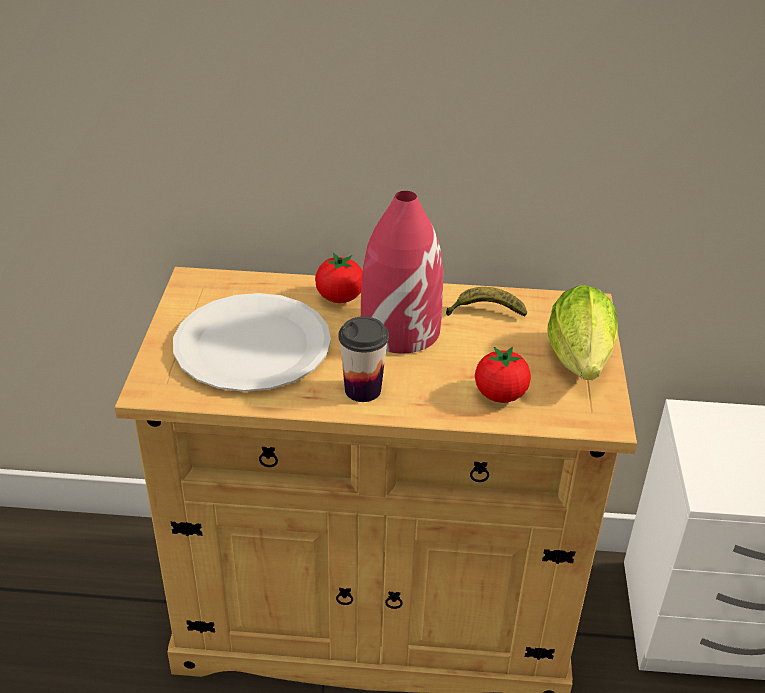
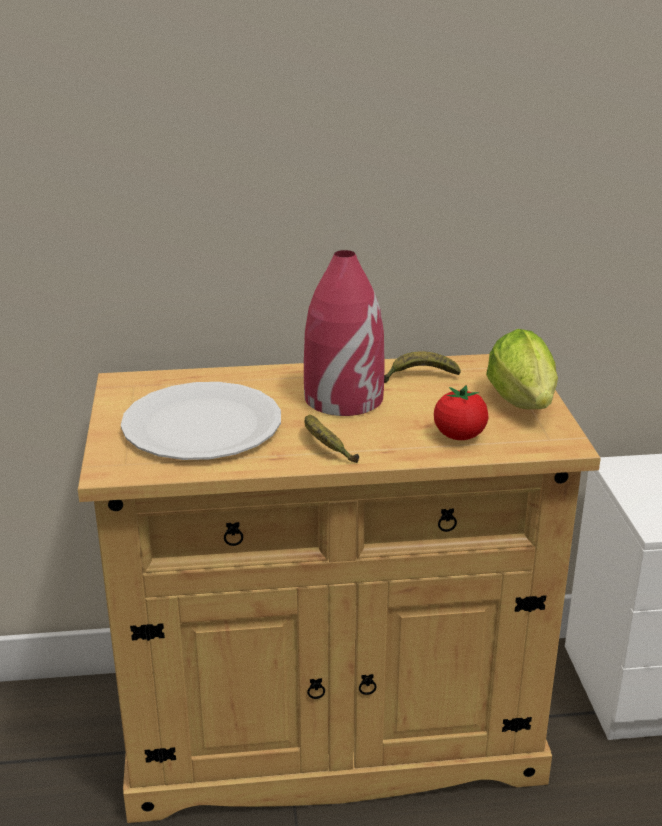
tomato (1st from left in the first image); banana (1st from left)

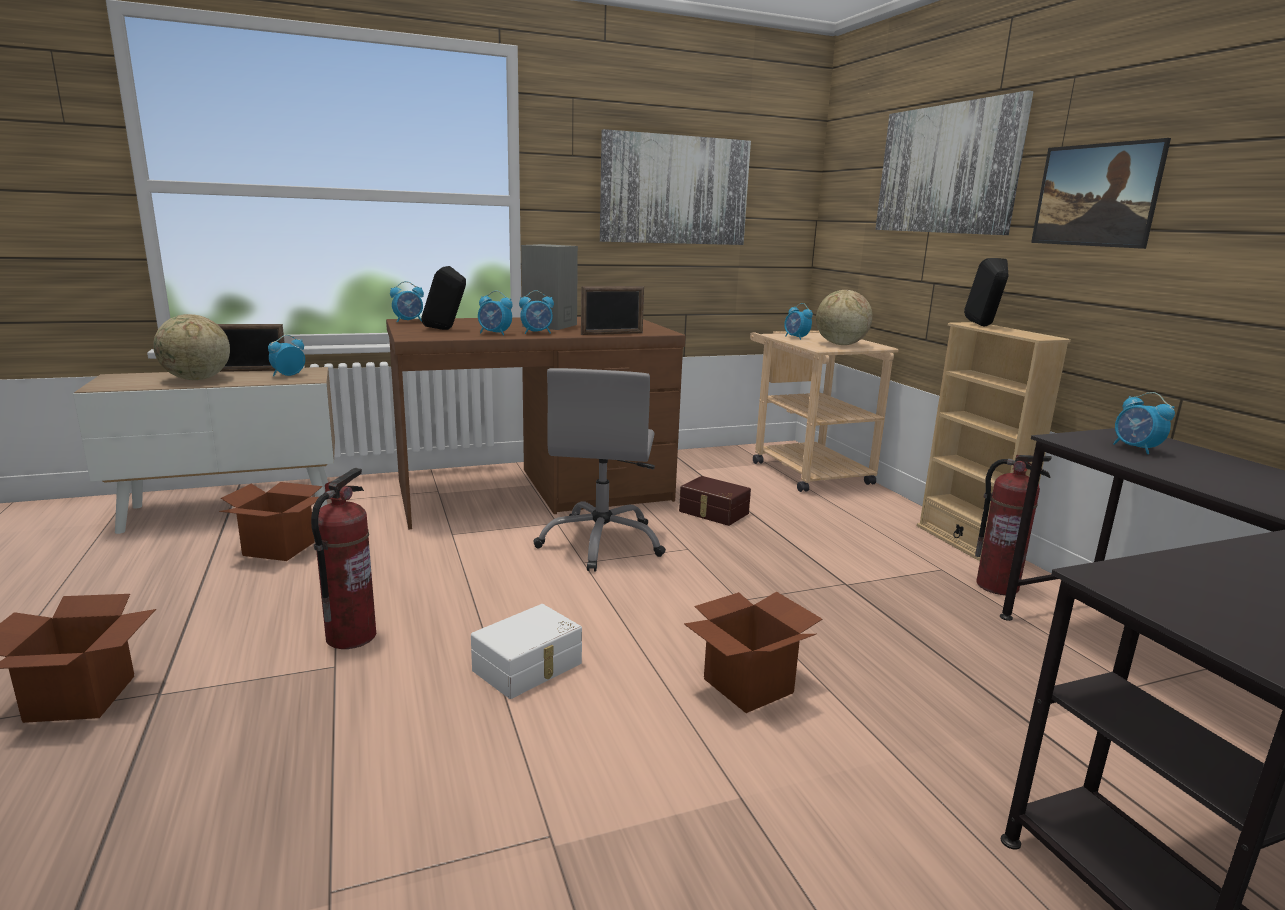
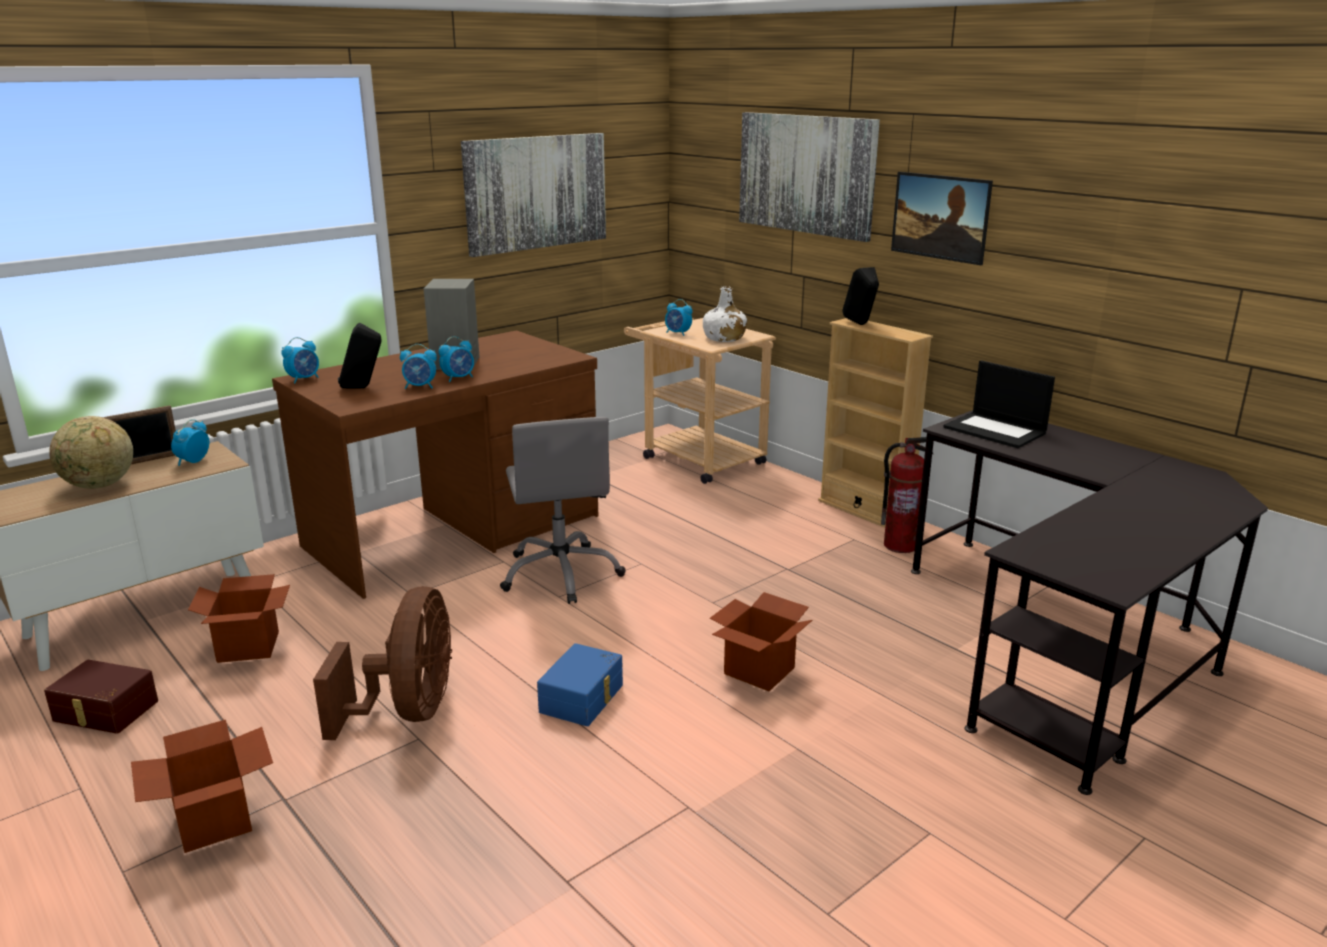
fan/brown; storage box/blue; picture frame (2nd from left in the first image); storage box/brown; bottle/white; laptop

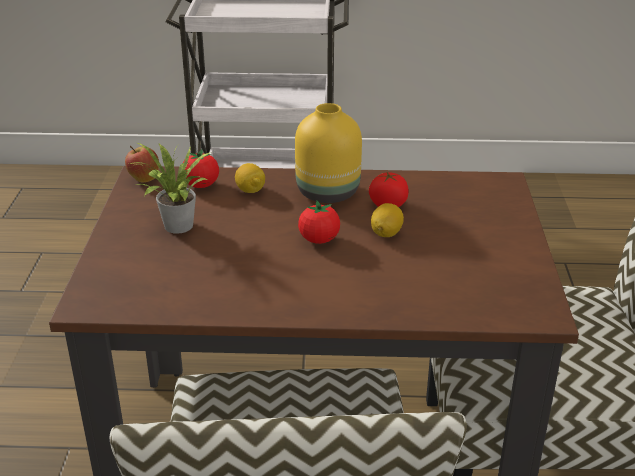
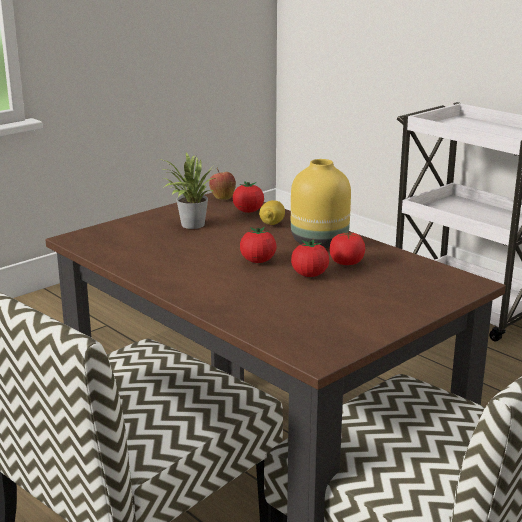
tomato (3rd from left)

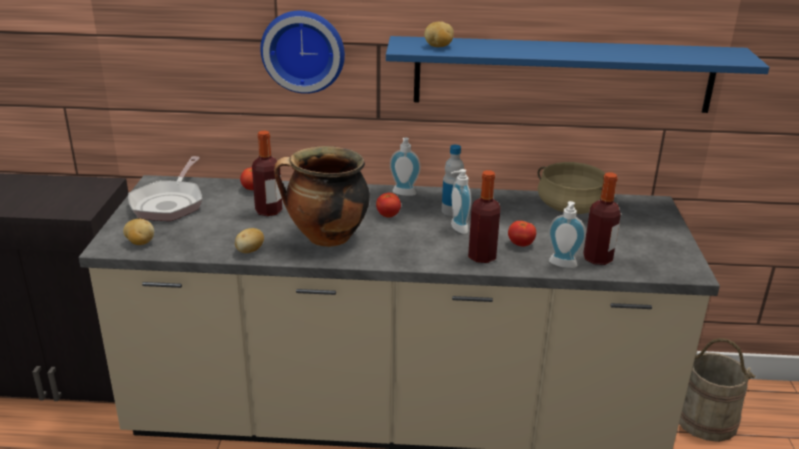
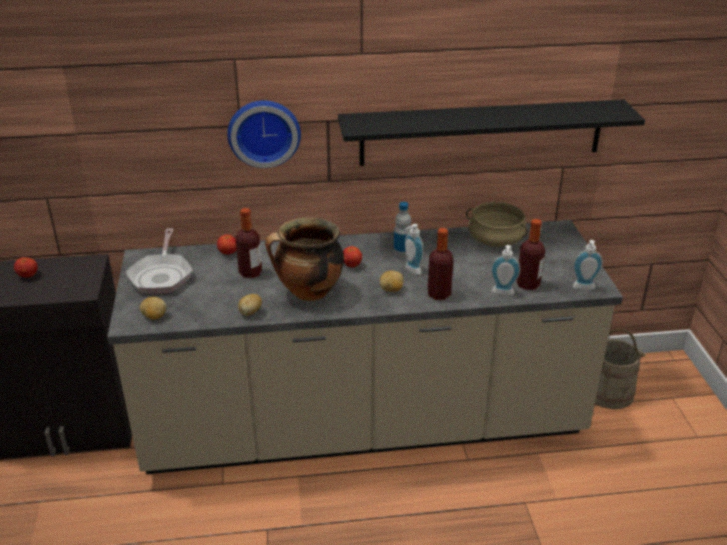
shelf/black; soap dispenser (3rd from left); potato (3rd from left); tomato (1st from left)

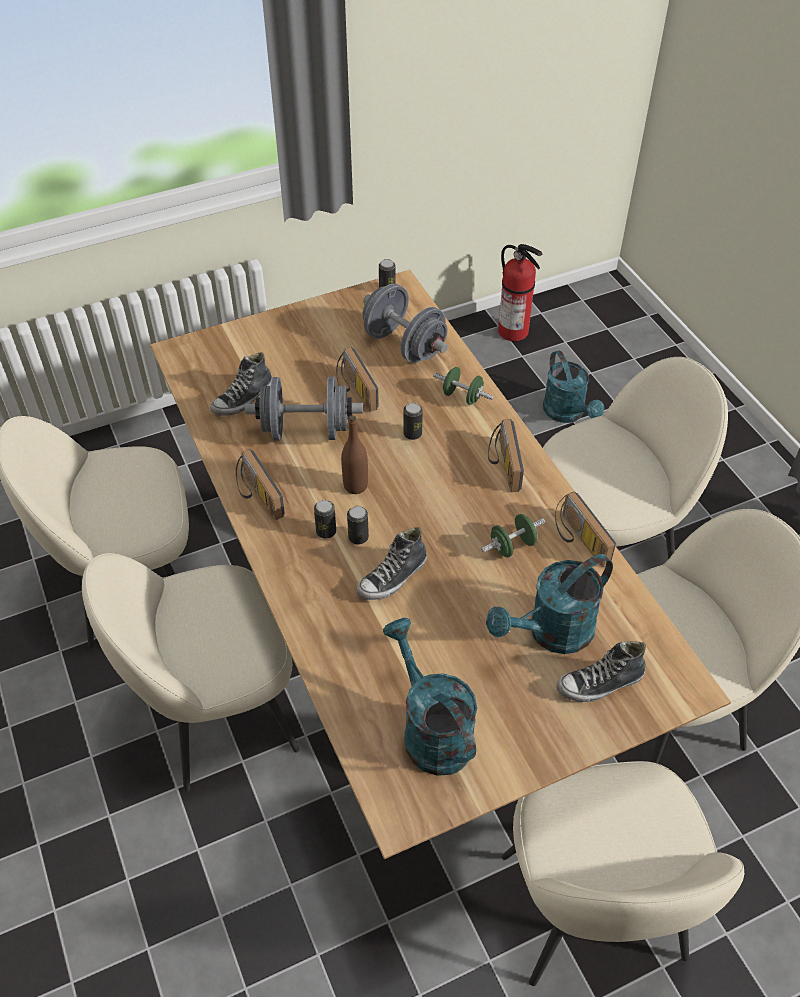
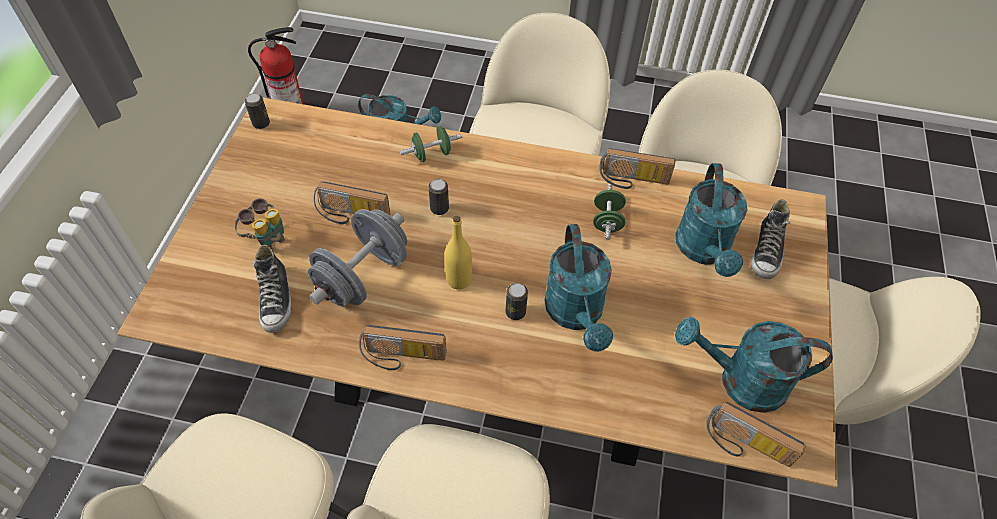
can (1st from left in the first image); bottle/yellow; watering can/turquoise (2nd from left); dumbbell/grey (2nd from left in the first image); radio (4th from left); binoculars

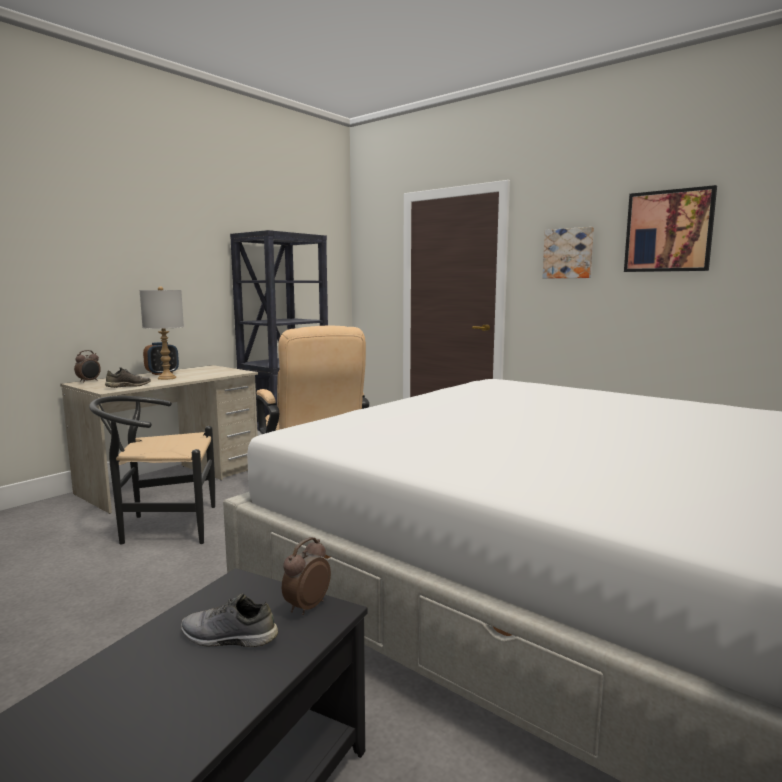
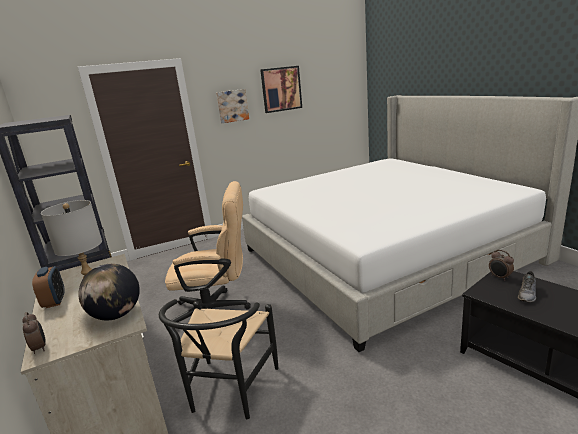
globe

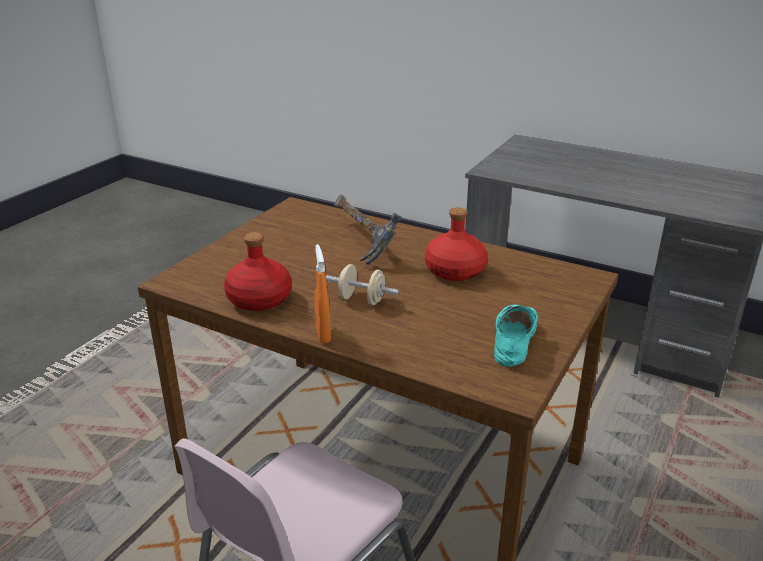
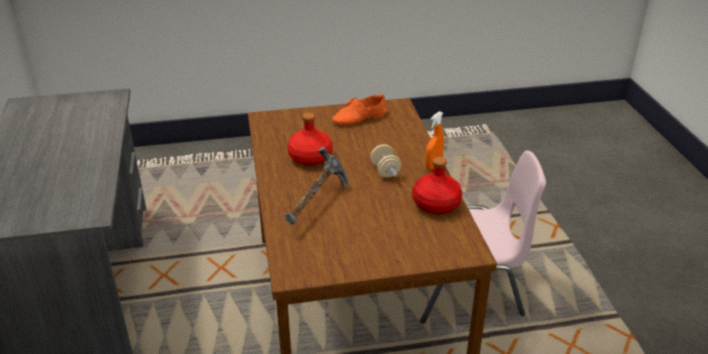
shoe/orange

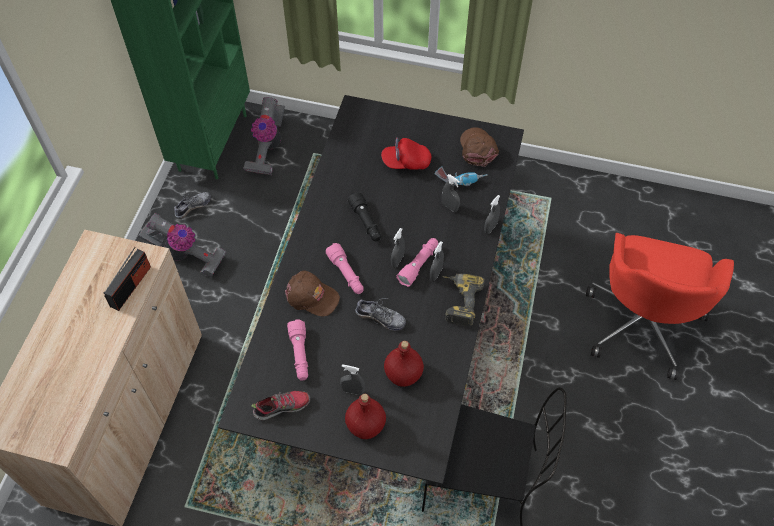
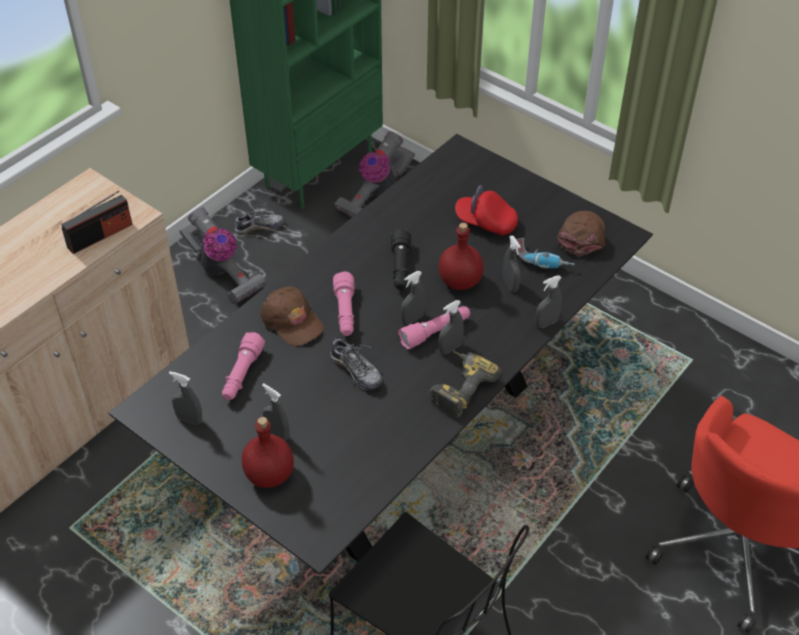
spray bottle/grey (1st from left); bottle/red (2nd from left)

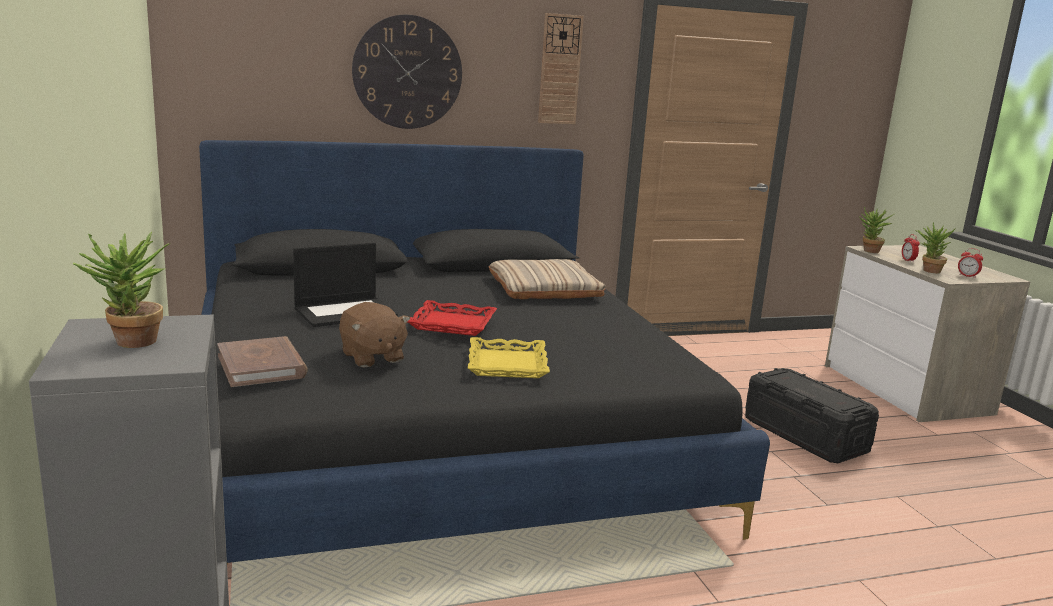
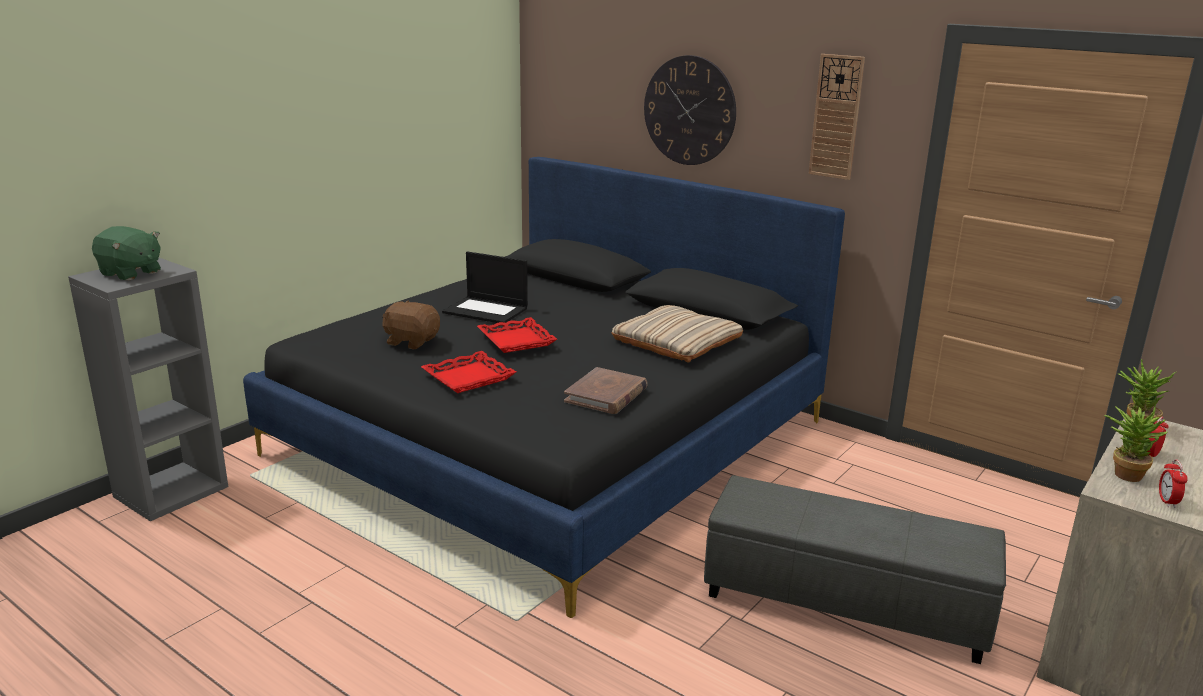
plush toy/green; book/brown; plush toy/brown; tray/red (1st from left); ottoman/grey

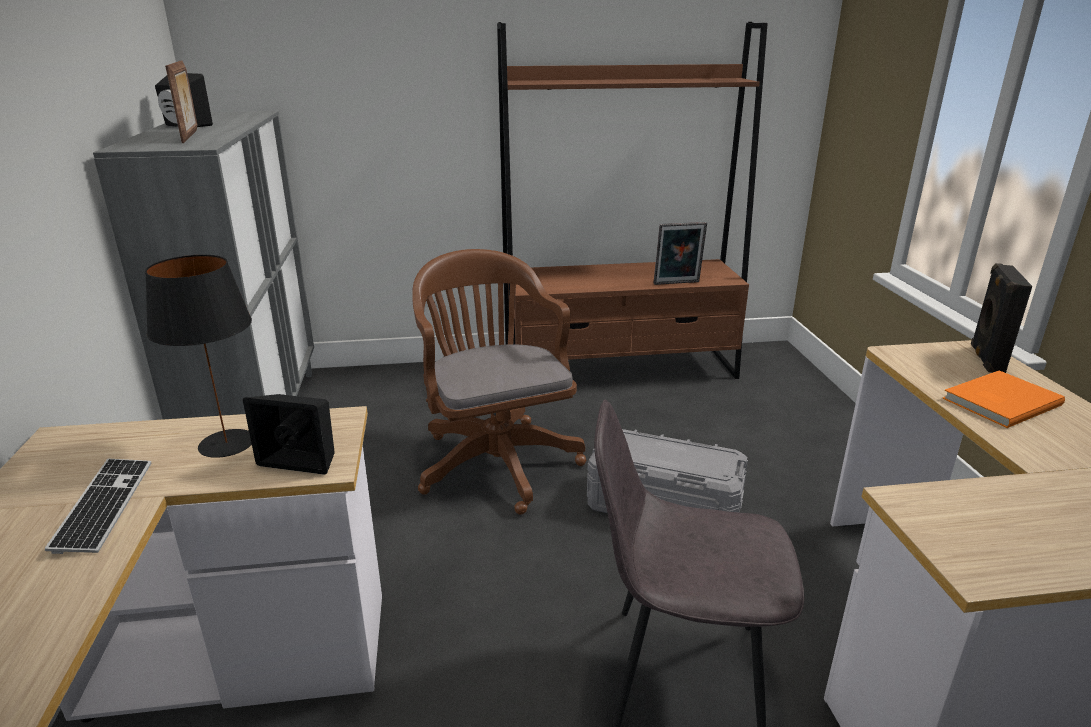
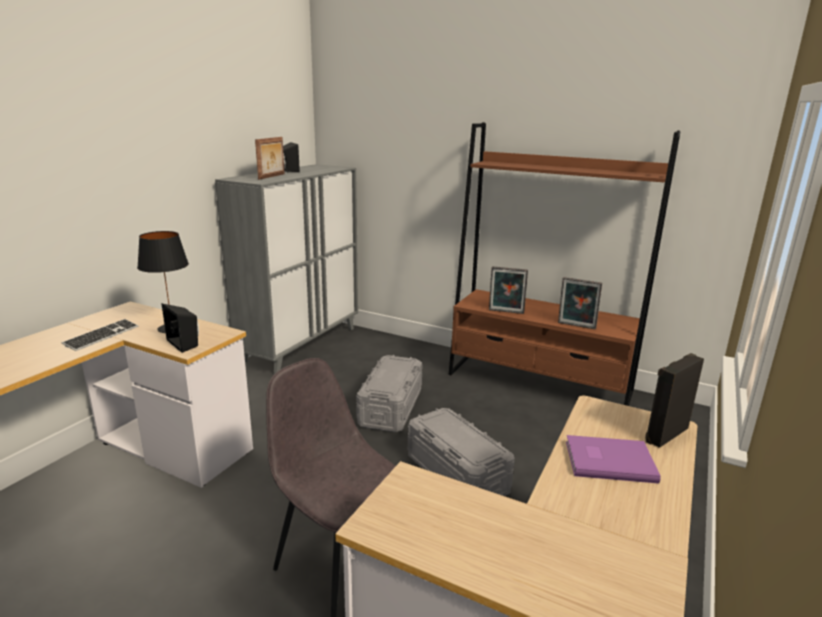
storage box/grey (1st from left); book/purple; picture frame (2nd from left)

